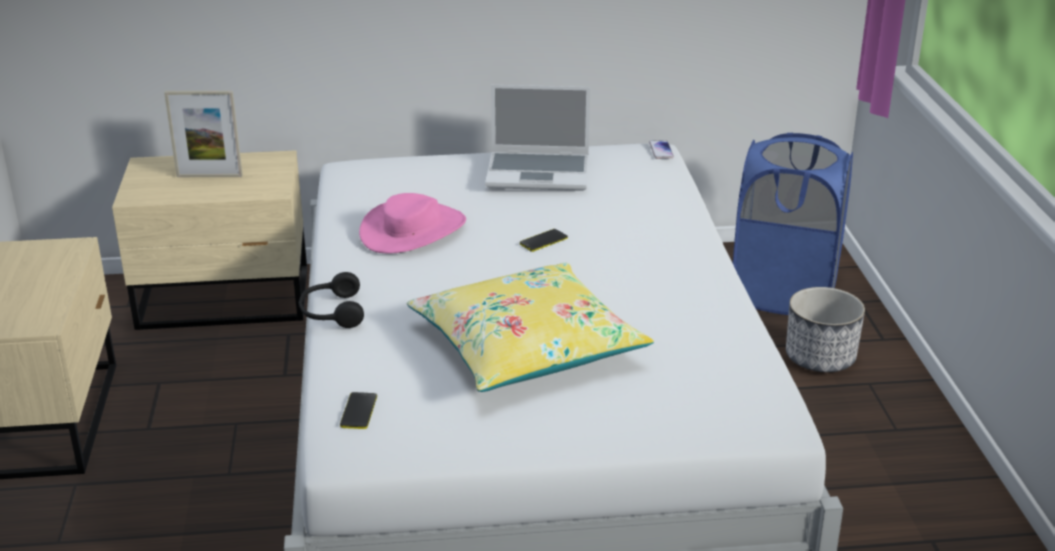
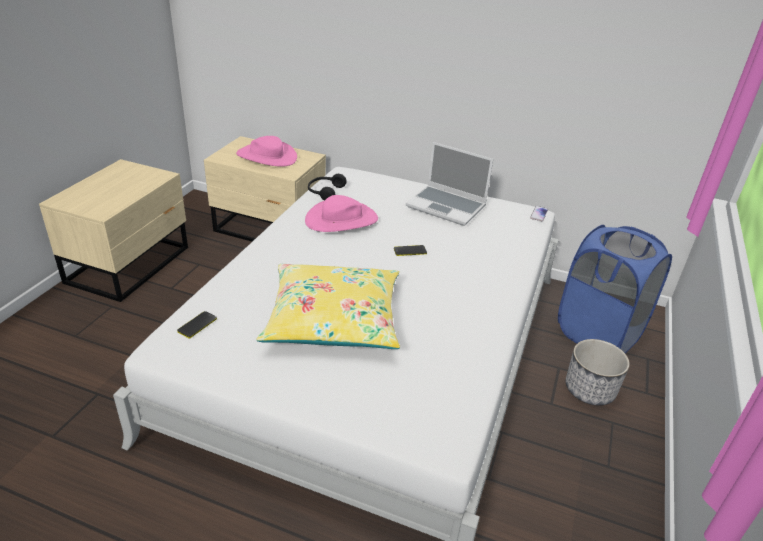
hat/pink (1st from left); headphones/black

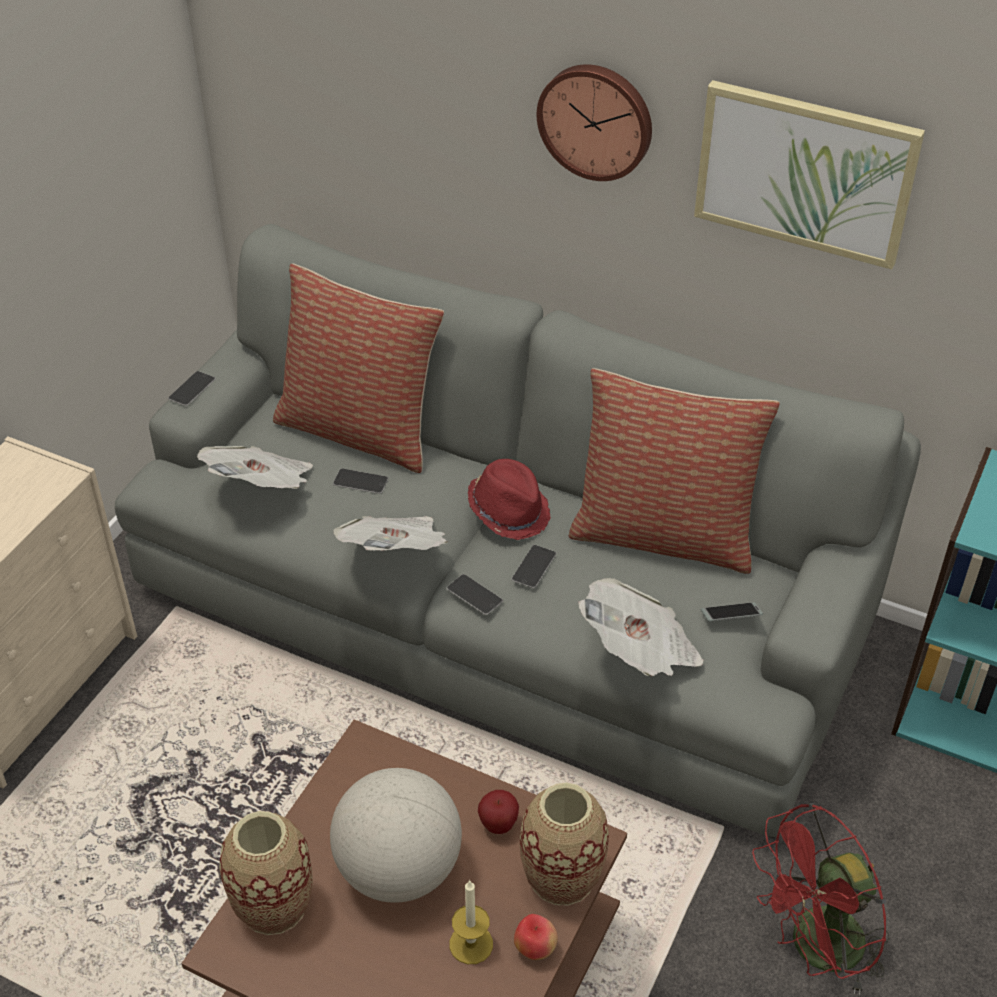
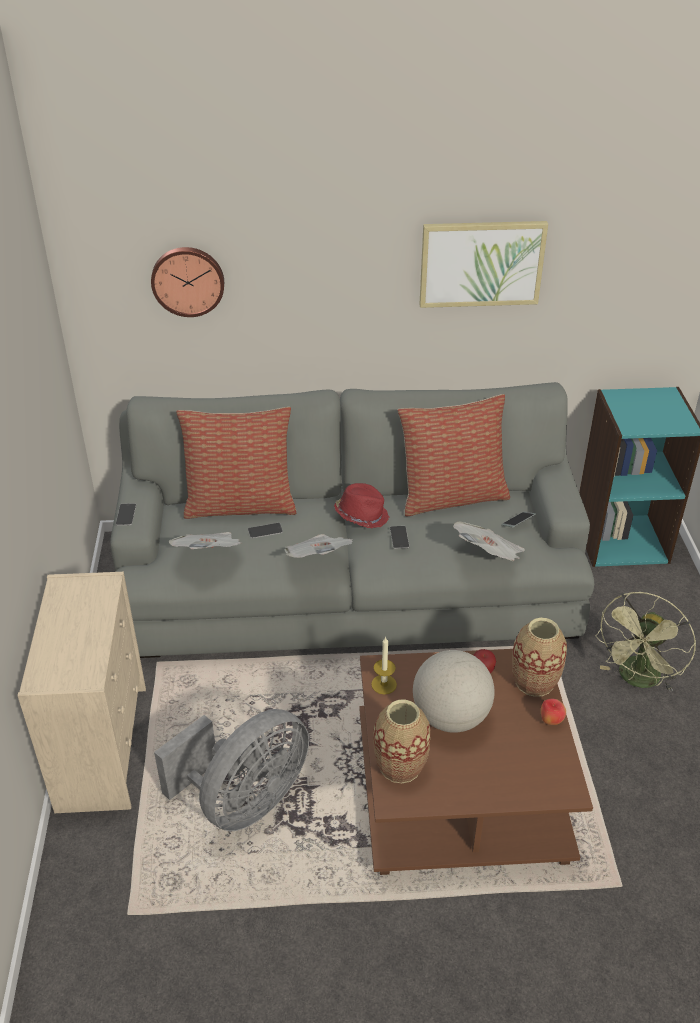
phone (3rd from left in the first image); candle; wall clock; fan/green; fan/grey

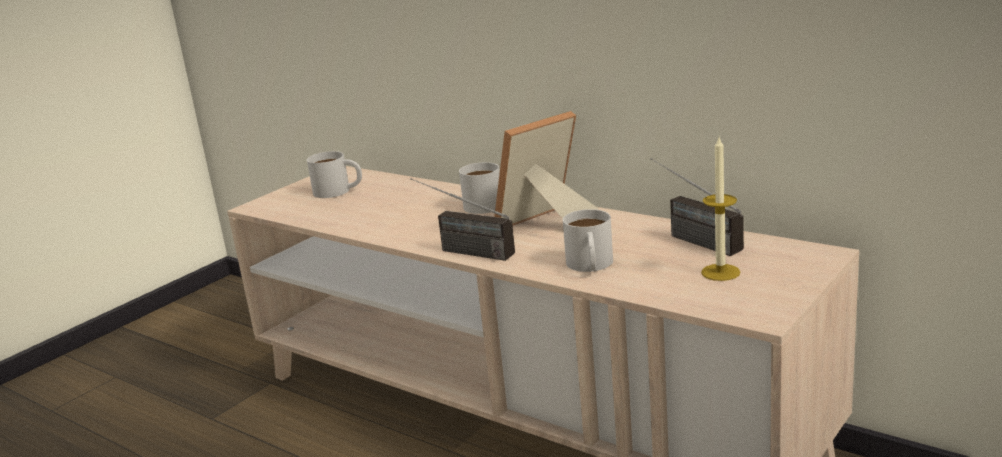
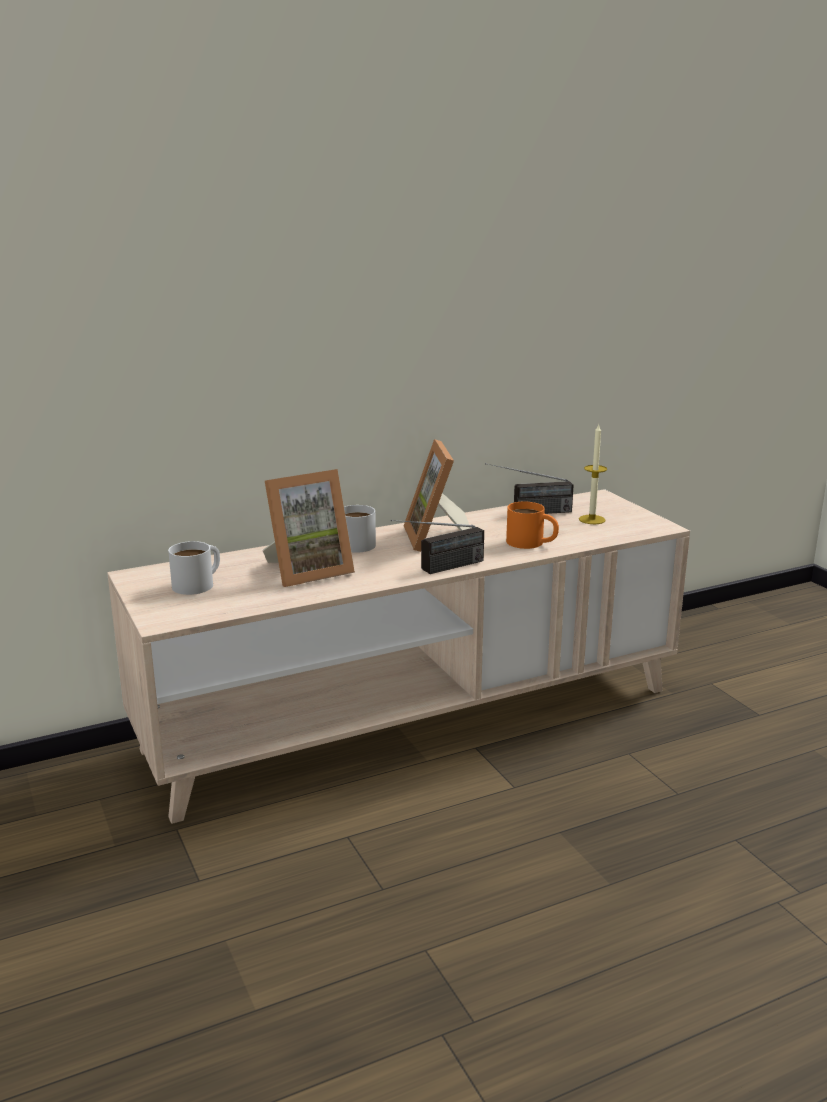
mug/orange; picture frame (1st from left)

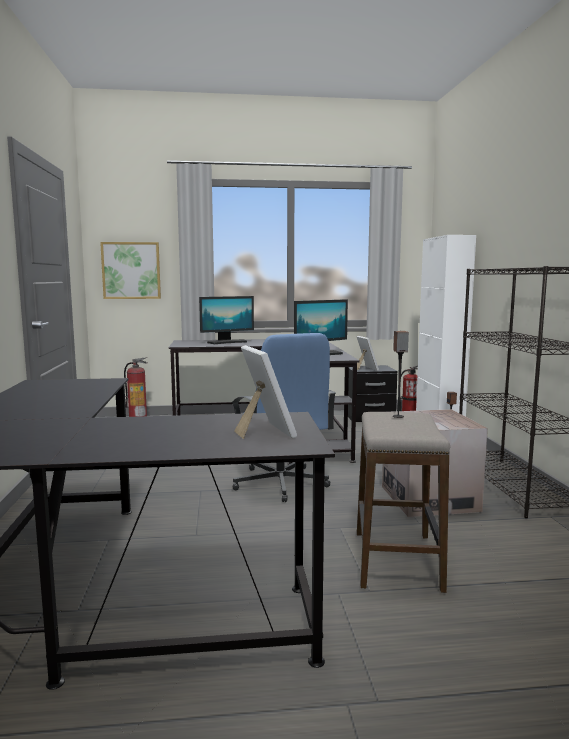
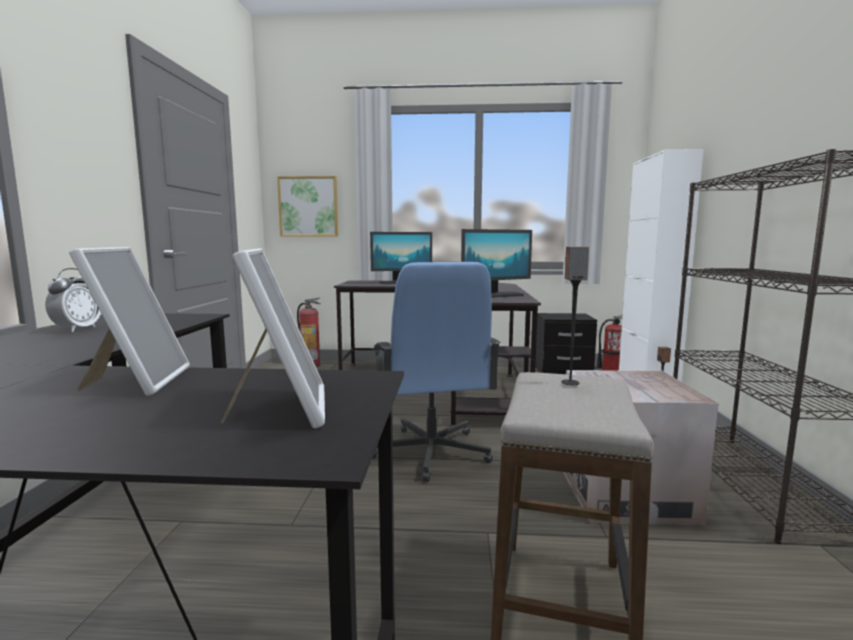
picture frame (1st from left); alarm clock

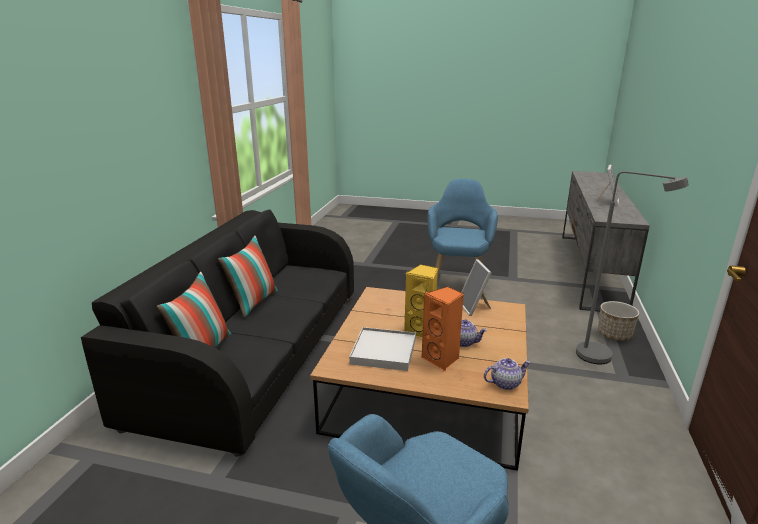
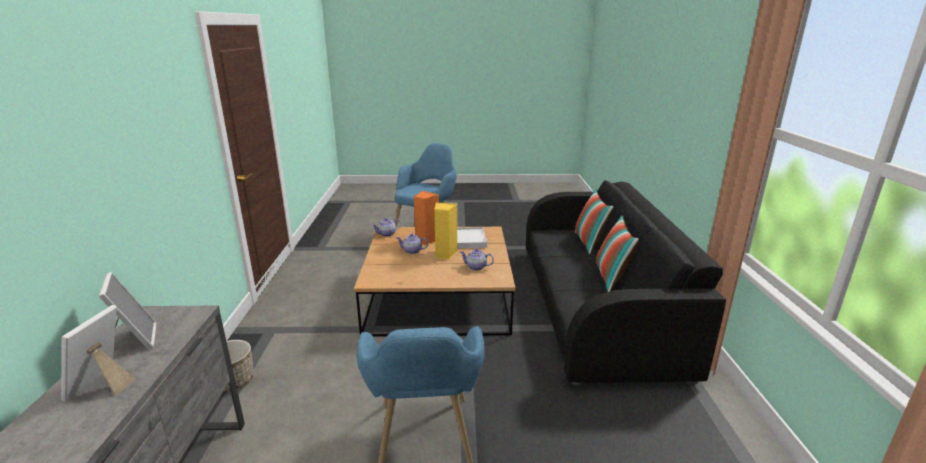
picture frame (2nd from left); floor lamp/grey; teapot (3rd from left)

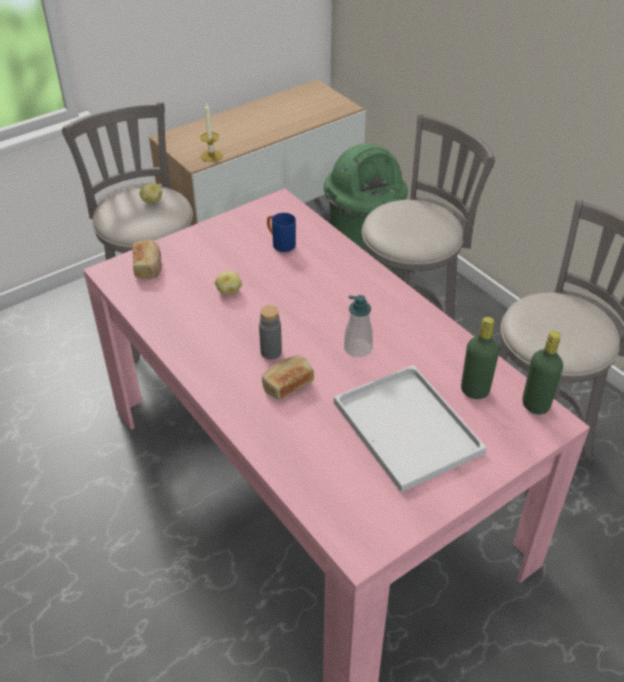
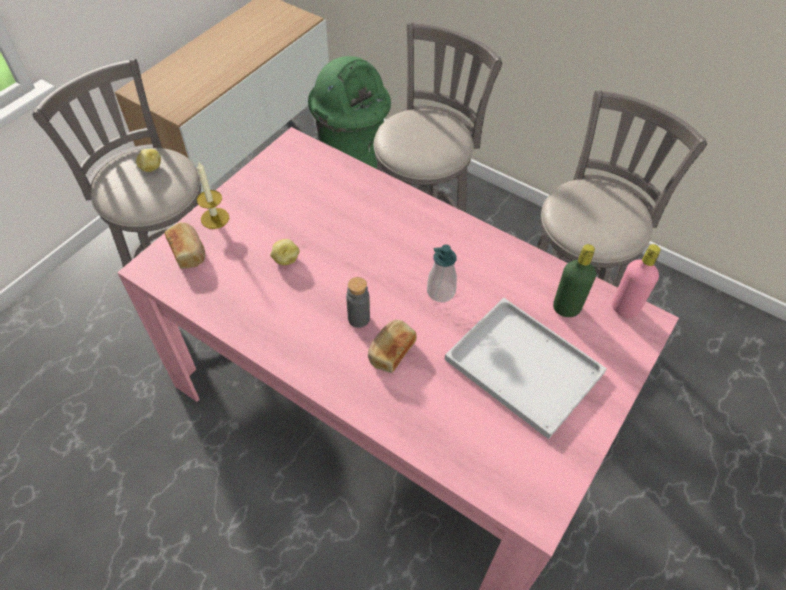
candle; mug/blue; bottle/pink

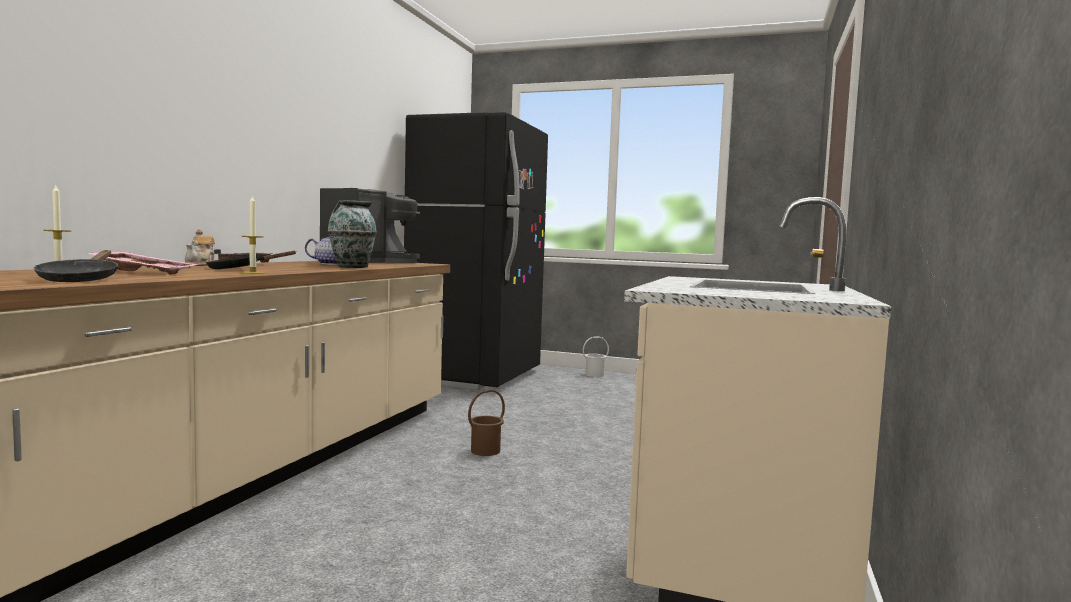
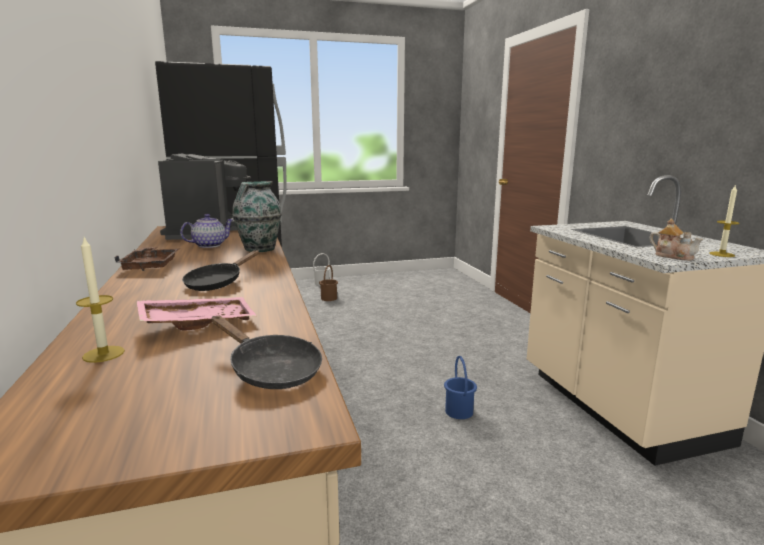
teapot (2nd from left); candle (2nd from left); bucket/brown; bucket/blue

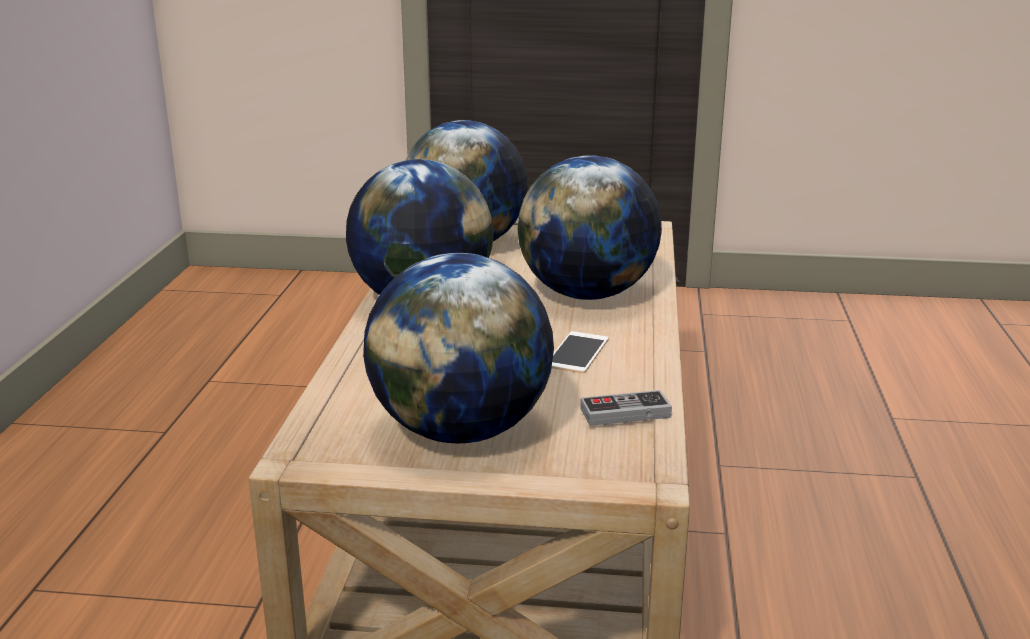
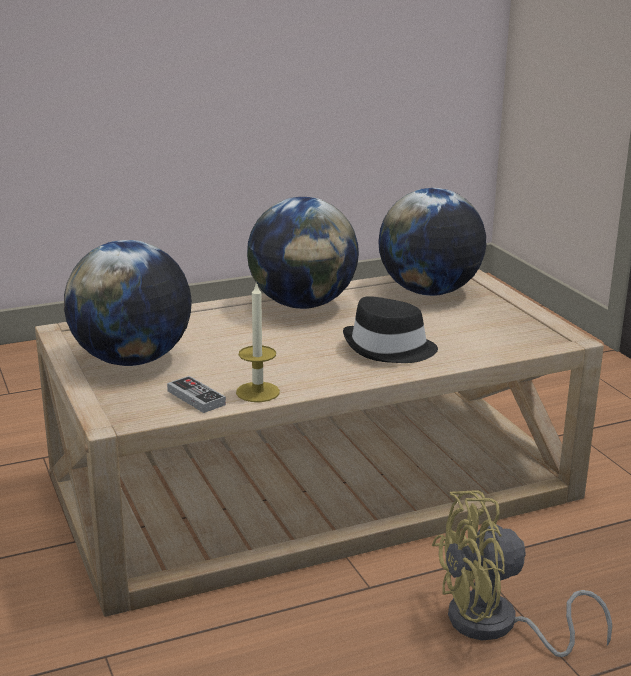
hat/black; phone; candle; fan/yellow

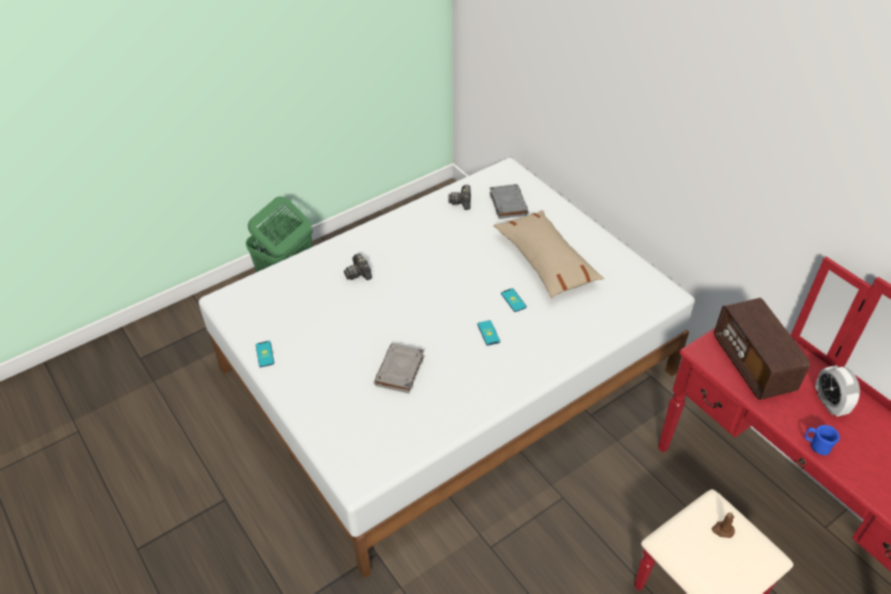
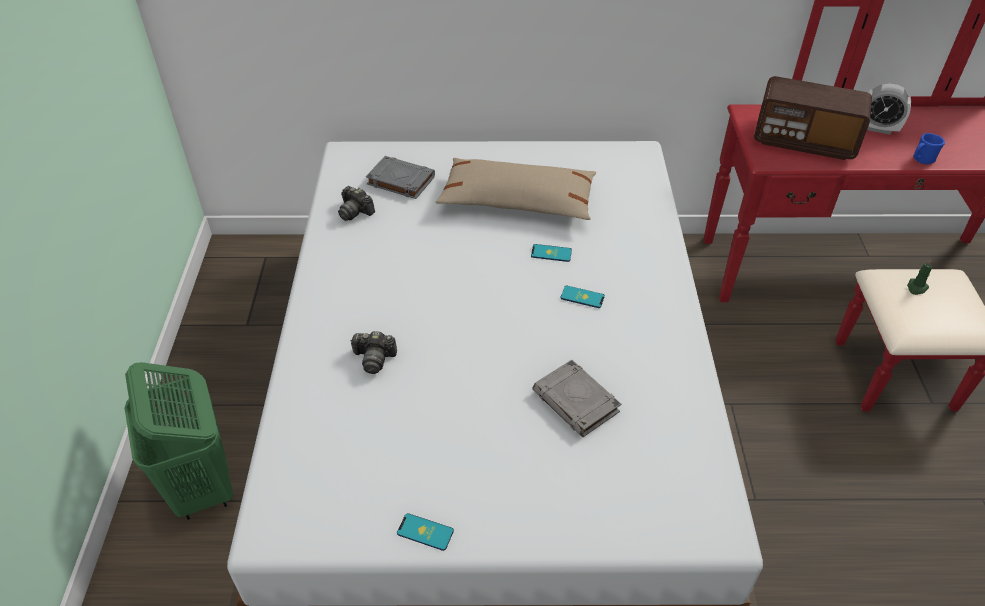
candle/green

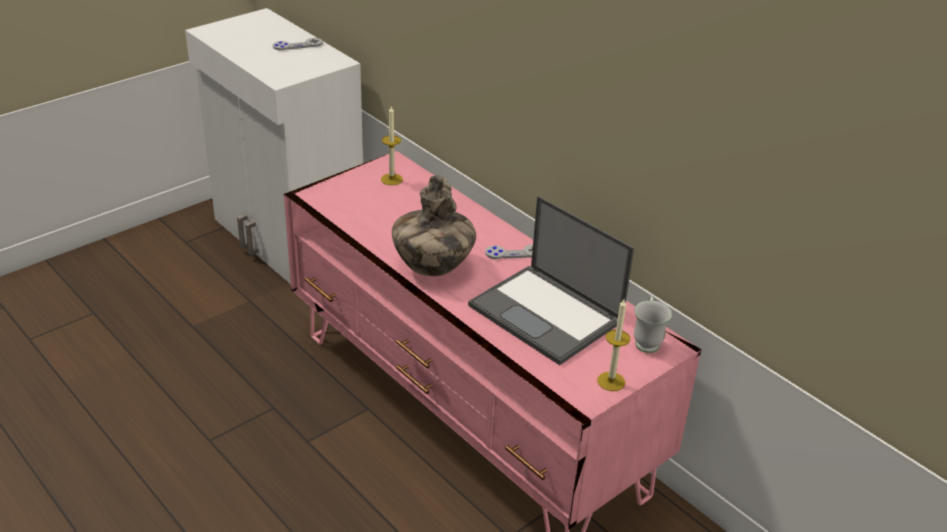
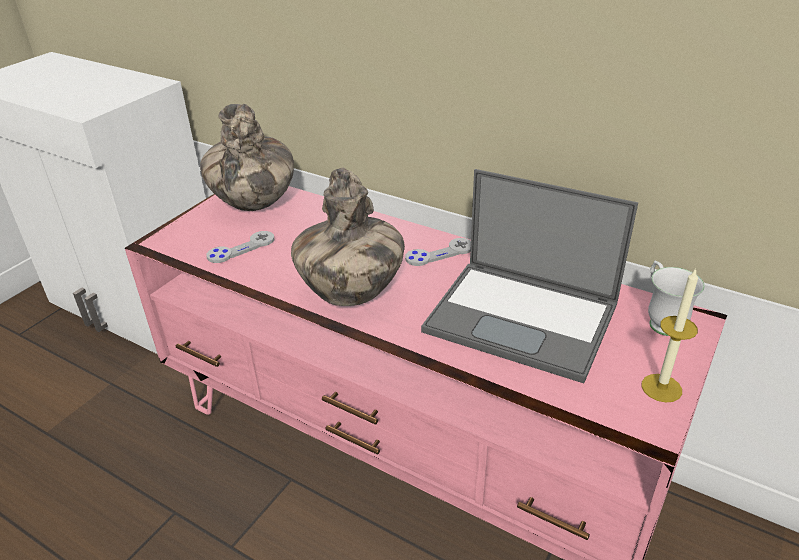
game controller/grey (1st from left); vase (1st from left)

